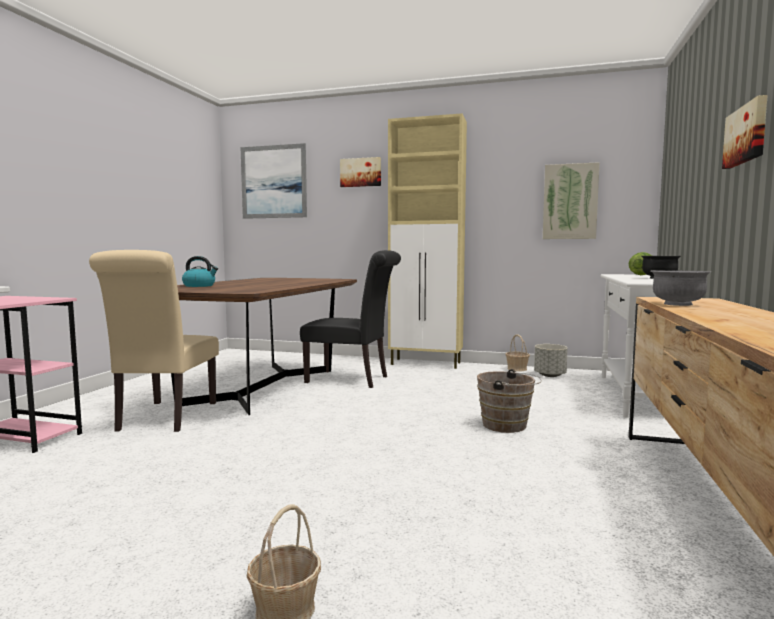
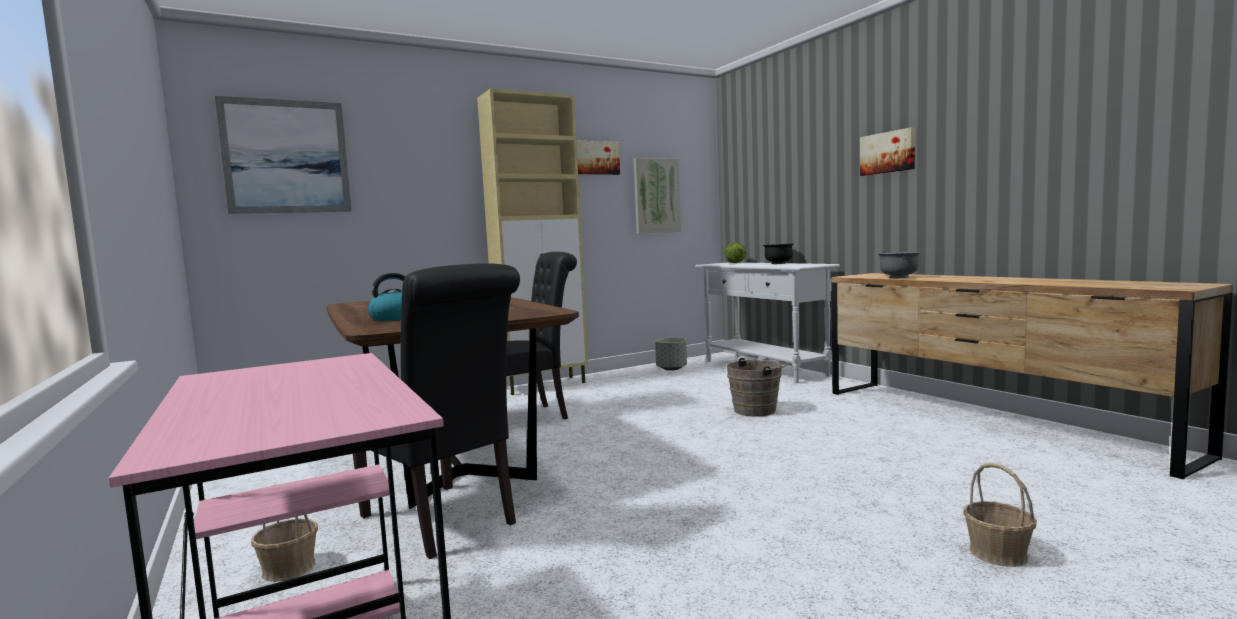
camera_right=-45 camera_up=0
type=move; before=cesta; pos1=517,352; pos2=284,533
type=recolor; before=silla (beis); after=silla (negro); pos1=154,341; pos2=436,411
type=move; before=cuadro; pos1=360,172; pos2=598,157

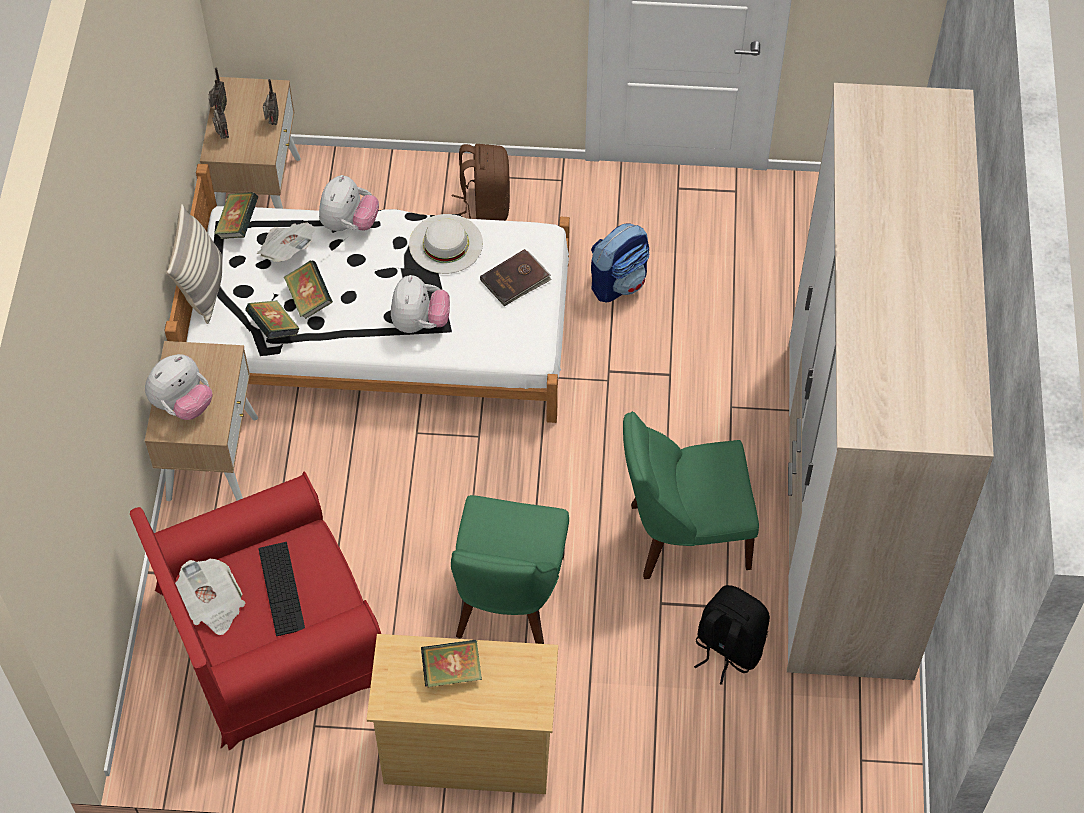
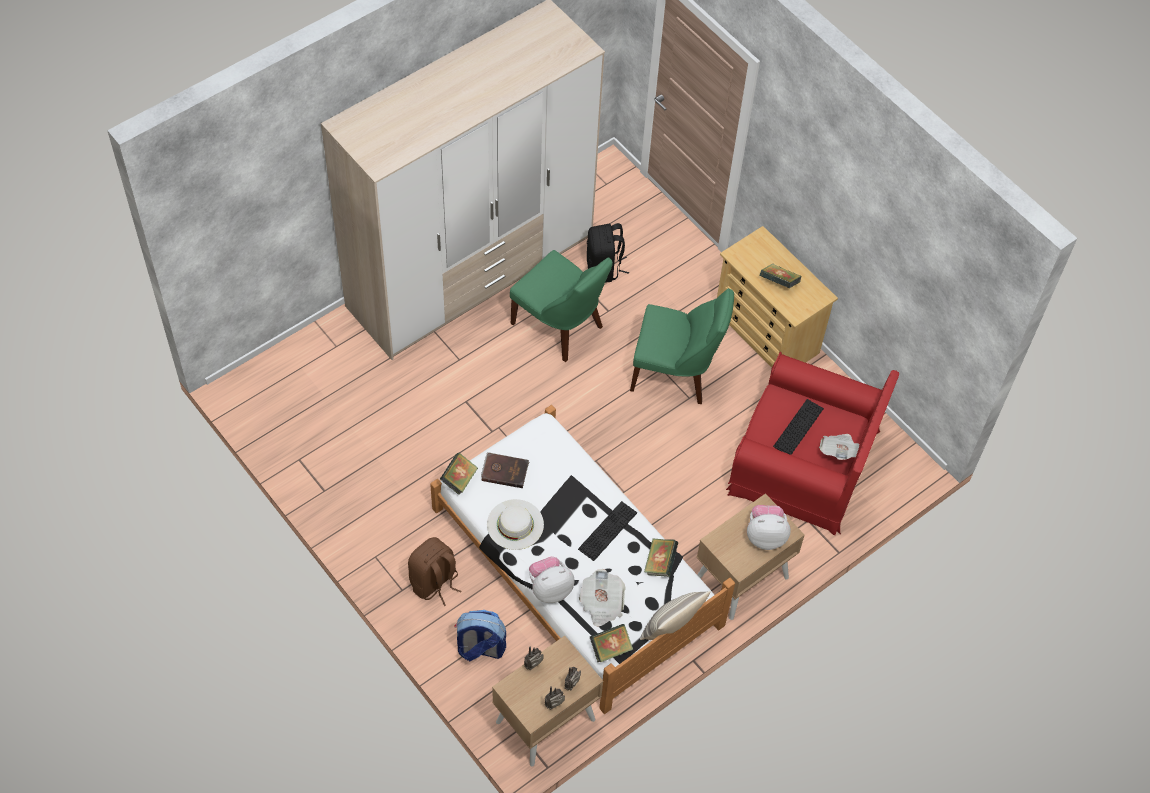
camera_right=-135 camera_up=0
type=move; before=libro; pos1=308,289; pos2=459,474
type=move; before=mochila; pos1=620,262; pos2=480,635
type=insert; after=teclado; pos2=607,531
type=rotate; before=silla (verde); pos1=510,569; pos2=682,346; turn=45
type=delete; before=peluche; pos1=420,304

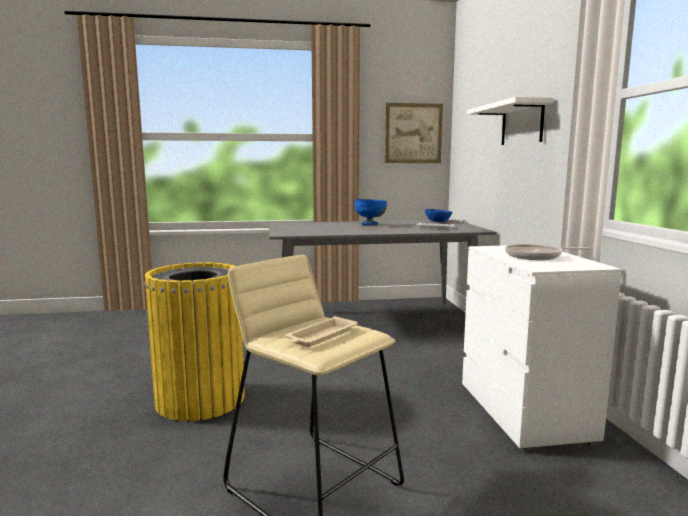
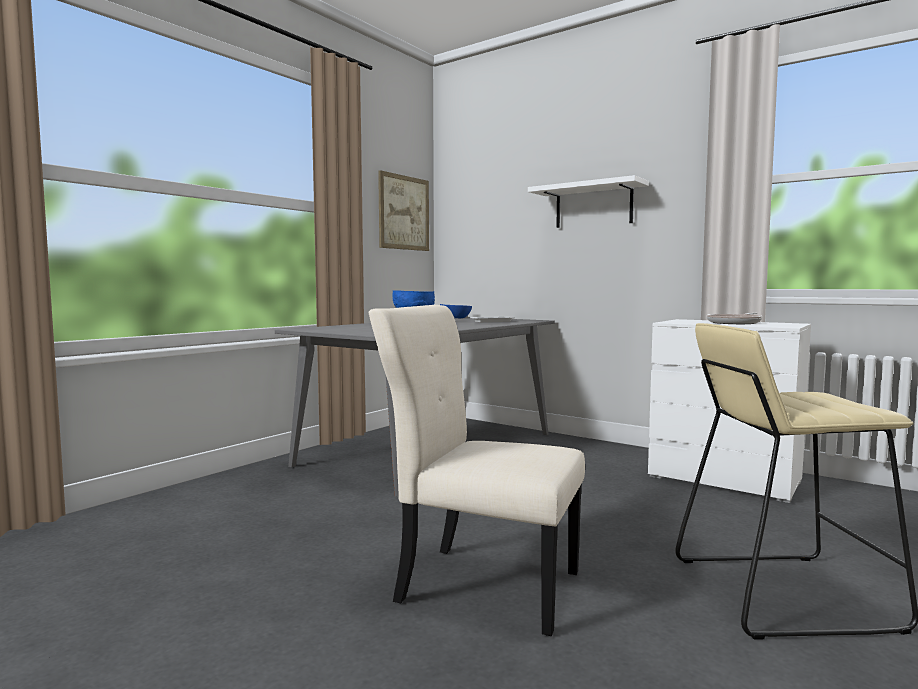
camera_right=-45 camera_up=-5
type=replace; before=papelera (amarillo); after=silla (beis); pos1=194,341; pos2=476,470
type=delete; before=bandeja (beis); pos1=321,331

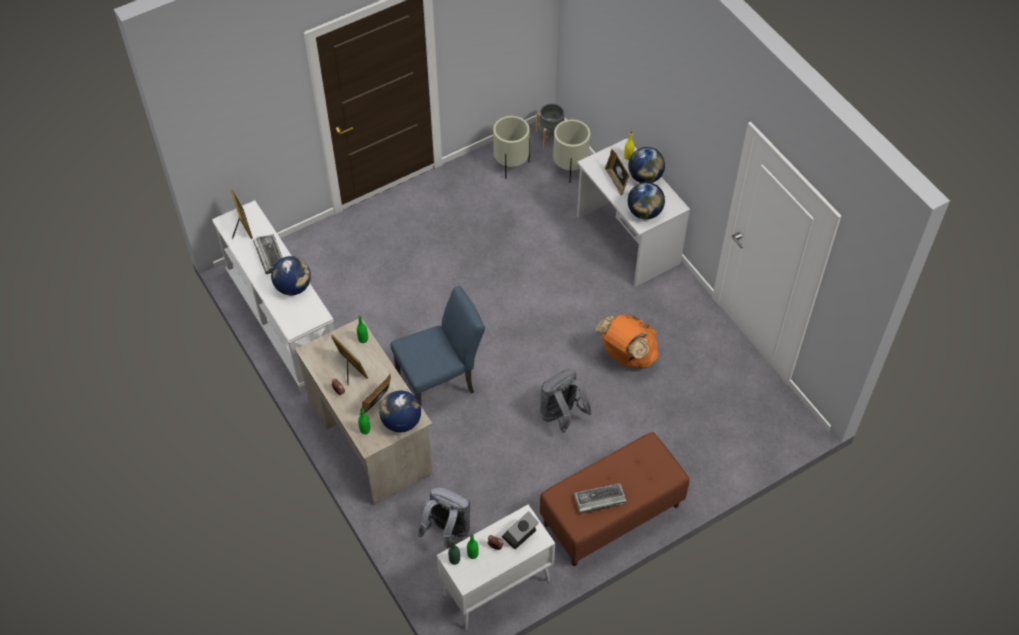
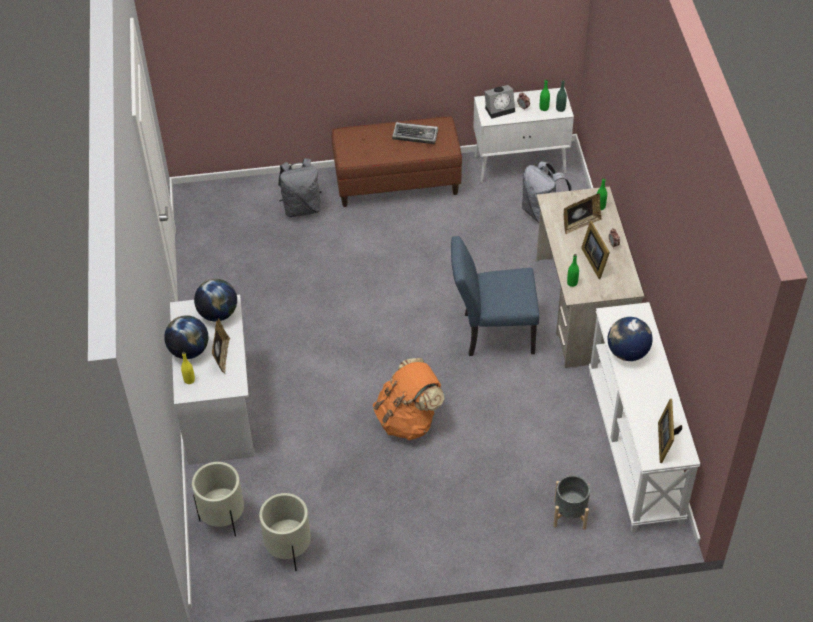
camera_right=-155 camera_up=-5
type=move; before=mochila (gris); pos1=566,401; pos2=300,188
type=move; before=mochila (naranja); pos1=627,341; pos2=409,399
type=move; before=maceta (gris); pos1=550,125; pos2=571,502
type=delete; before=teclado; pos1=268,254
type=delete; before=globo terráqueo; pos1=400,411

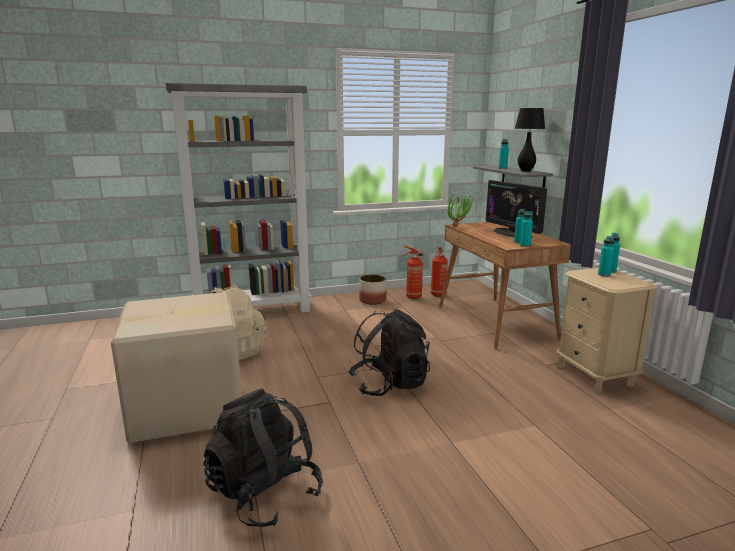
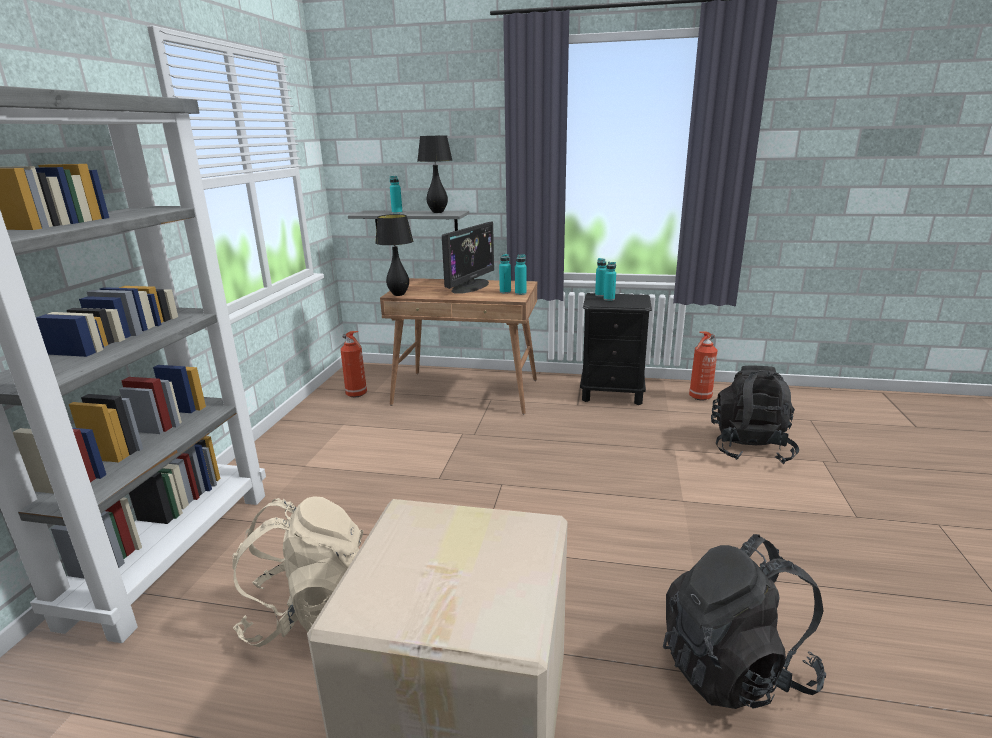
camera_right=-60 camera_up=5
type=replace; before=planta en maceta; after=lámpara de mesa (negro); pos1=461,210; pos2=394,255
type=rotate; before=monitor; pos1=516,209; pos2=468,257; turn=-60
type=recolor; before=mesita de noche (beis); after=mesita de noche (negro); pos1=607,331; pos2=616,349
type=move; before=extintor; pos1=412,272; pos2=703,365
type=move; before=mochila (negro); pos1=389,352; pos2=755,414
type=delete; before=maceta; pos1=372,290

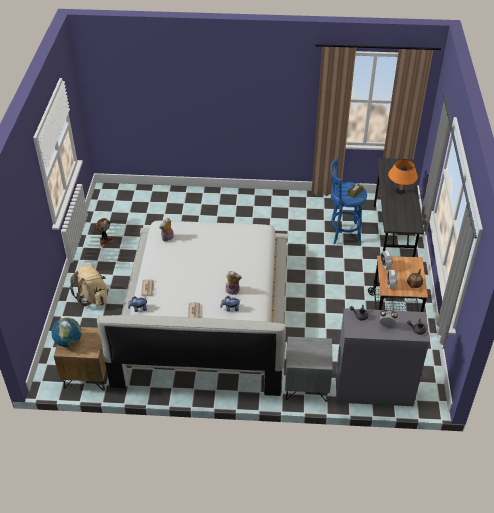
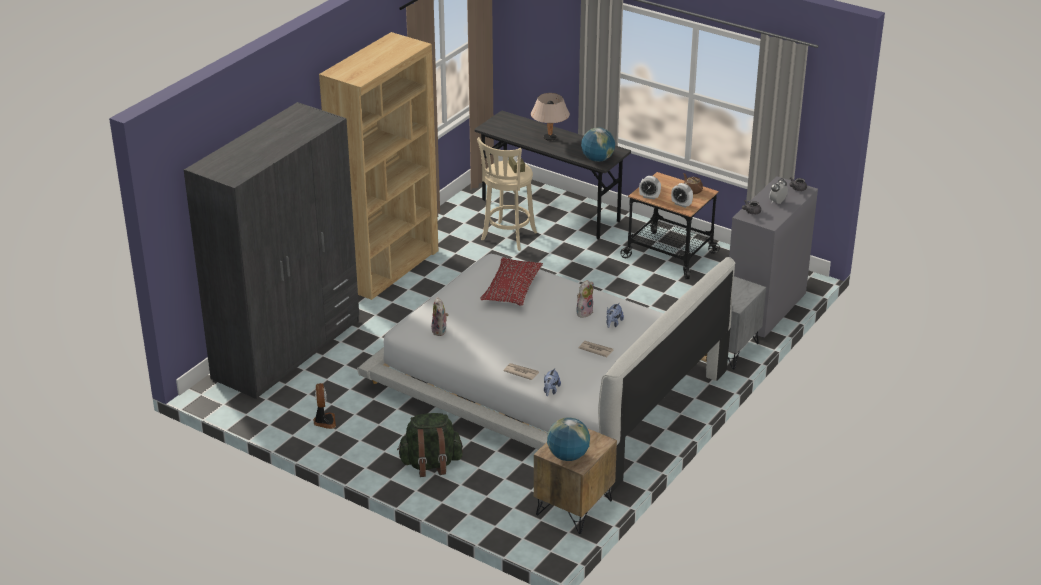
camera_right=-60 camera_up=-10
type=insert; after=armario ropero (gris); pos2=271,250
type=insert; after=estantería (marrón); pos2=378,166
type=recolor; before=mochila (beis); after=mochila (verde); pos1=89,285; pos2=430,445
type=recolor; before=taburete (azul); after=taburete (beis); pos1=348,201; pos2=507,194
type=insert; after=cojín (rojo); pos2=511,281
type=recolor; before=lámpara de mesa (naranja); after=lámpara de mesa (beis); pos1=403,176; pos2=550,117
type=insert; after=globo terráqueo; pos2=598,145

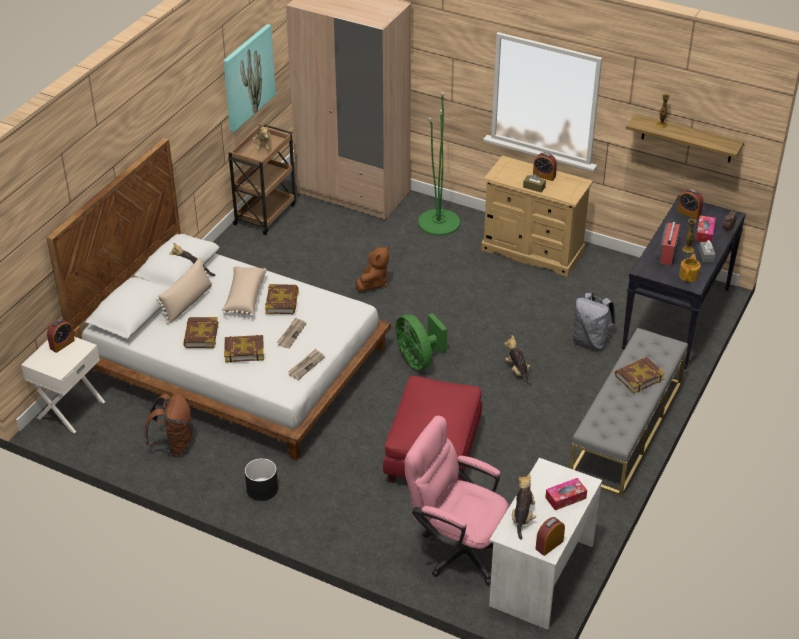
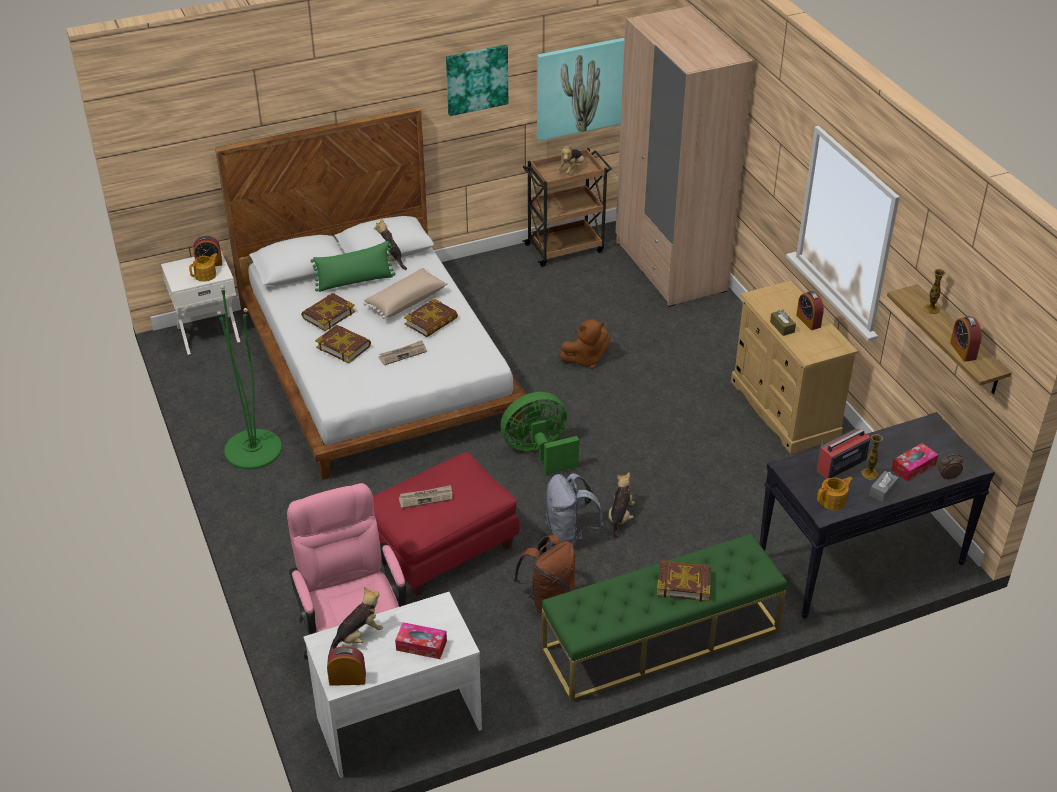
camera_right=40 camera_up=0
type=insert; after=tetera; pos2=203,267
type=move; before=lámpara de pie (verde); pos1=439,163; pos2=249,377
type=recolor; before=cojín (beis); after=cojín (verde); pos1=184,290; pos2=353,266
type=move; before=periódico; pos1=306,364; pos2=425,496
type=insert; after=cuadro; pos2=477,80
type=rotate; before=ventilador (verde); pos1=421,341; pos2=540,433; turn=60
type=move; before=mochila (marrón); pos1=169,425; pos2=544,574
type=recolor; before=banco (gris); after=banco (verde); pos1=628,412; pos2=664,618
type=move; before=mochila (gris); pos1=594,321; pos2=574,510
type=move; before=despertador; pos1=690,204; pos2=966,339
type=delete; before=maceta (negro); pos1=261,479

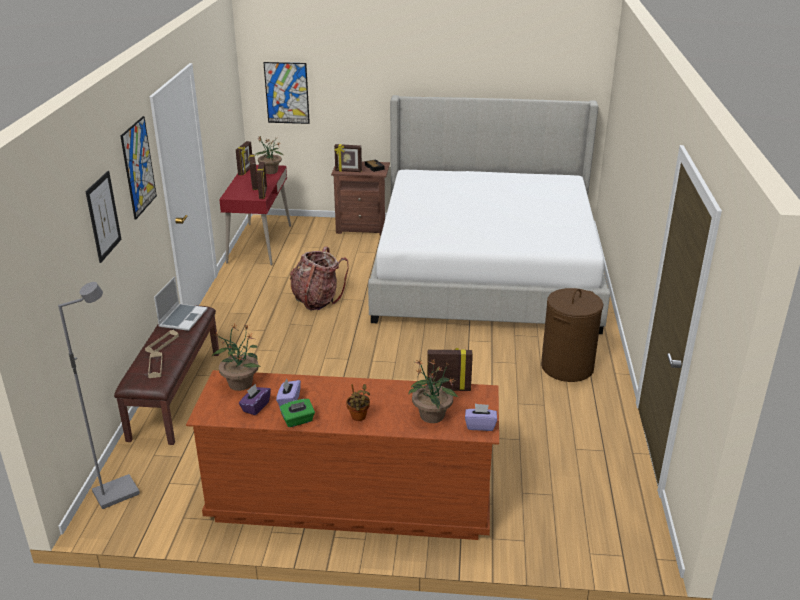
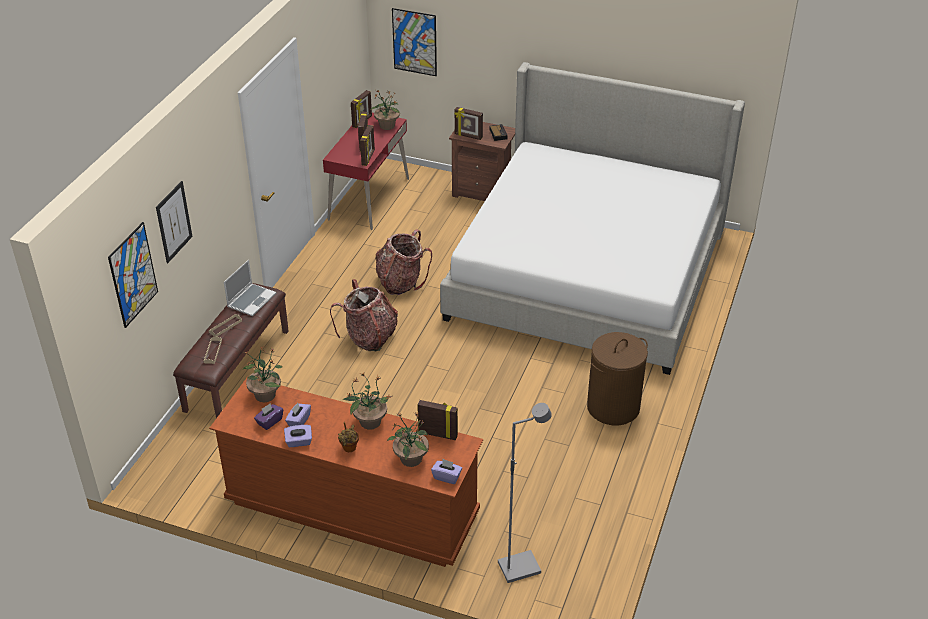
camera_right=15 camera_up=10
type=move; before=cuadro; pos1=138,168; pos2=133,275
type=recolor; before=caja de pañuelos (verde); after=caja de pañuelos (morado); pos1=297,413; pos2=298,436
type=insert; after=mochila; pos2=364,315
type=insert; after=planta en maceta; pos2=367,401
type=move; before=lámpara de pie (gris); pos1=99,395; pos2=525,493

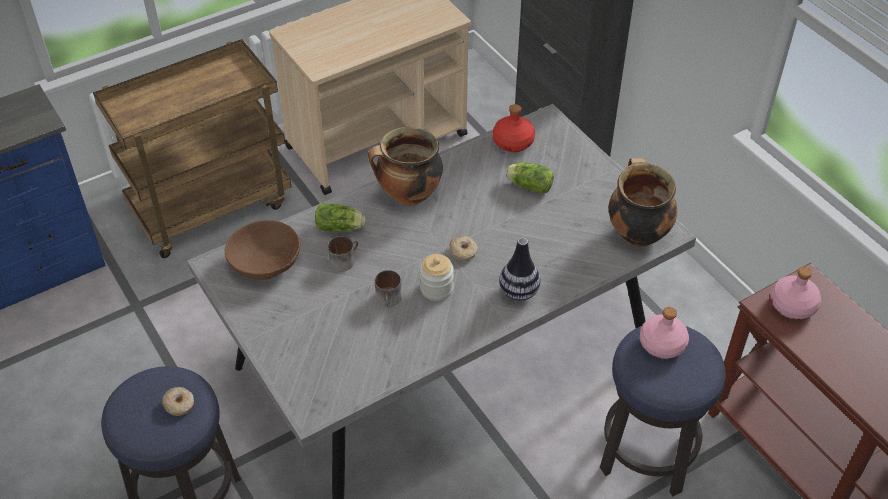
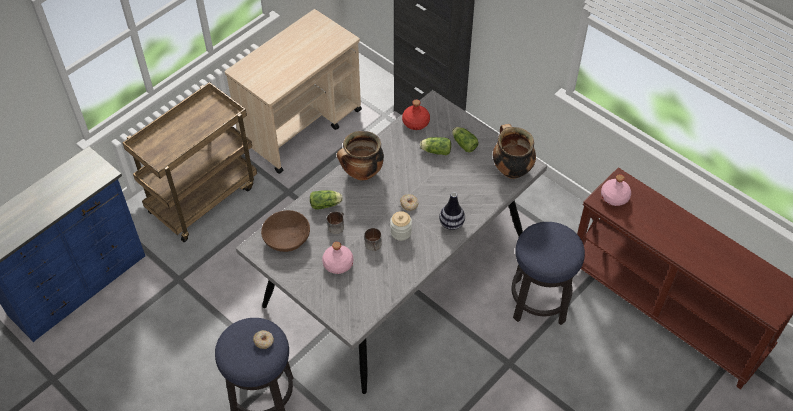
camera_right=-15 camera_up=5
type=move; before=botella (rosa); pos1=664,333; pos2=337,258
type=insert; after=lechuga; pos2=465,139

